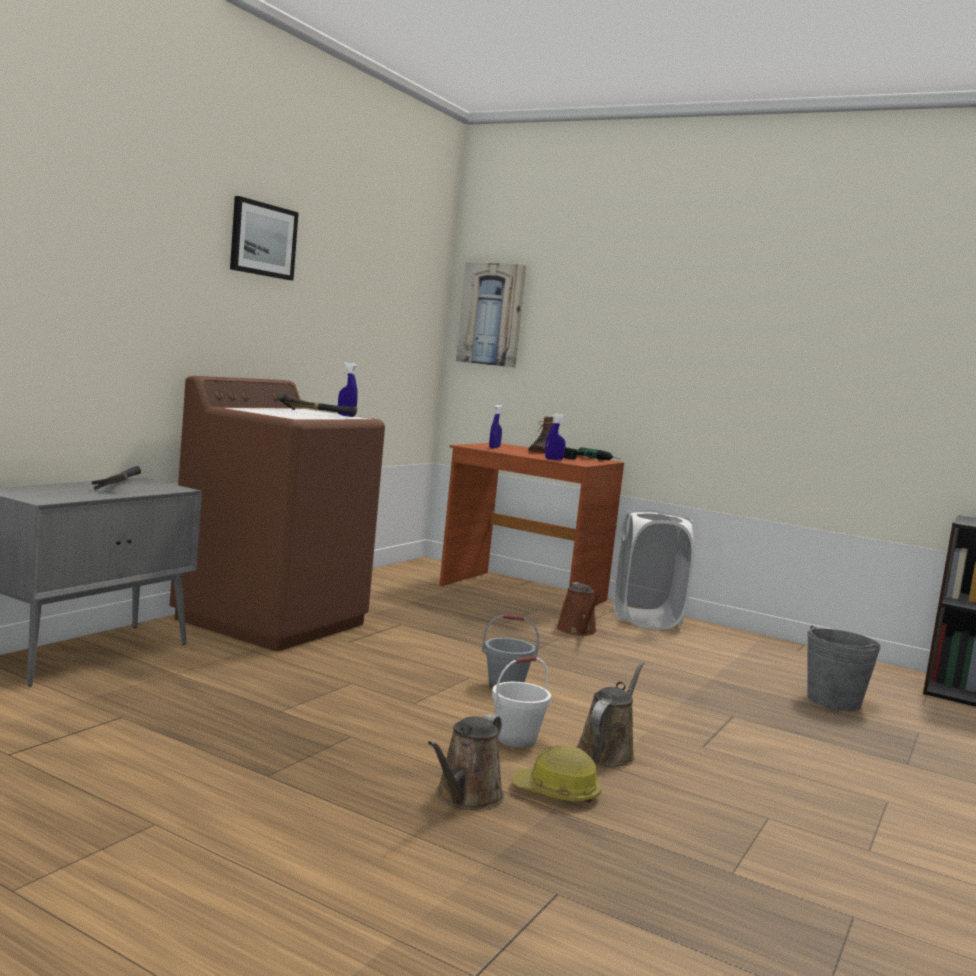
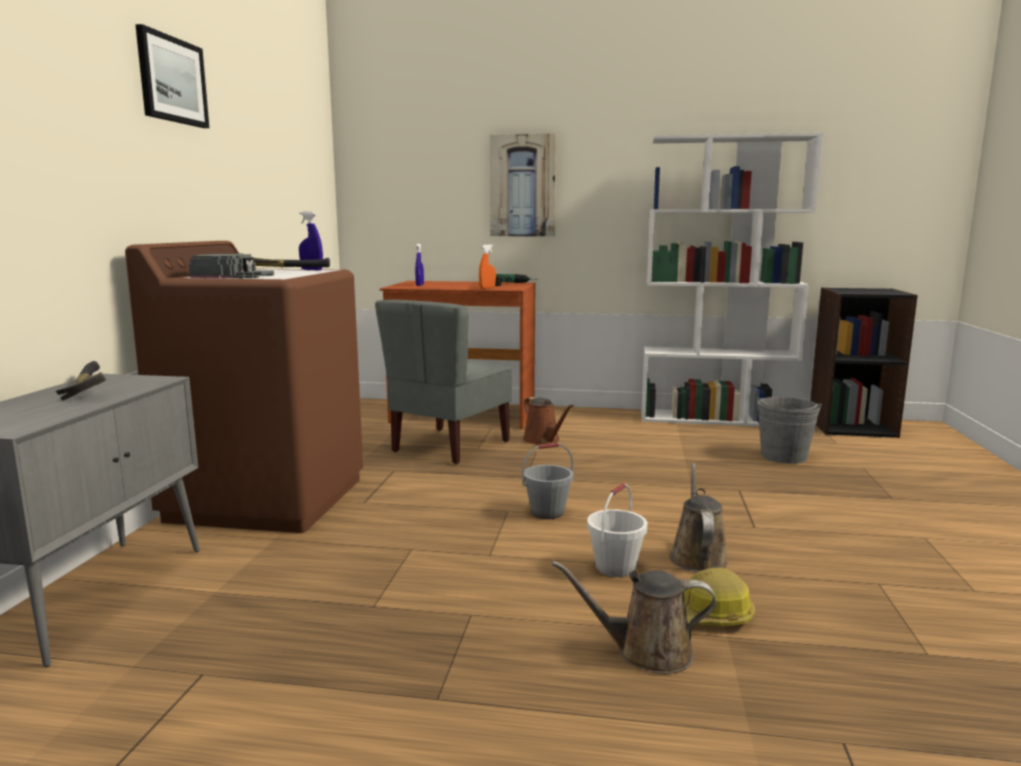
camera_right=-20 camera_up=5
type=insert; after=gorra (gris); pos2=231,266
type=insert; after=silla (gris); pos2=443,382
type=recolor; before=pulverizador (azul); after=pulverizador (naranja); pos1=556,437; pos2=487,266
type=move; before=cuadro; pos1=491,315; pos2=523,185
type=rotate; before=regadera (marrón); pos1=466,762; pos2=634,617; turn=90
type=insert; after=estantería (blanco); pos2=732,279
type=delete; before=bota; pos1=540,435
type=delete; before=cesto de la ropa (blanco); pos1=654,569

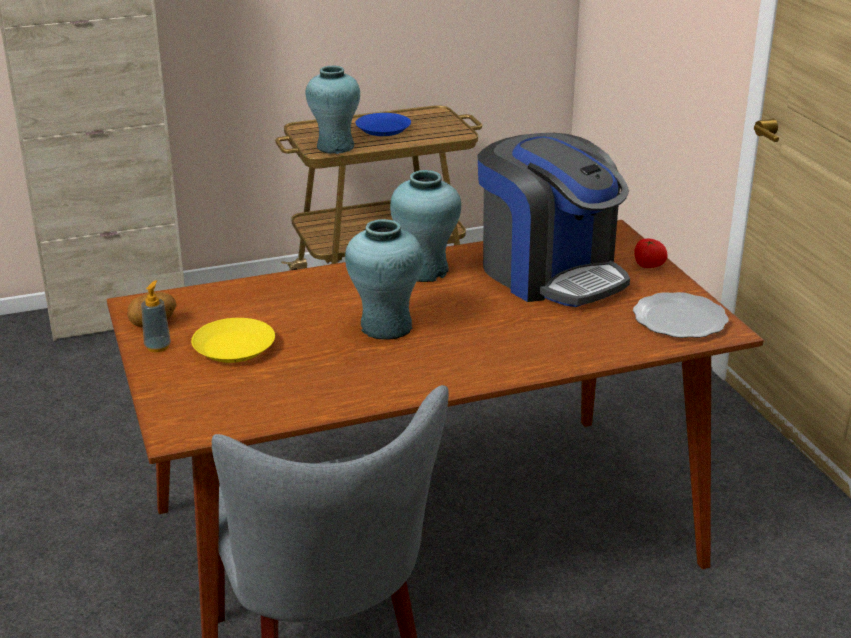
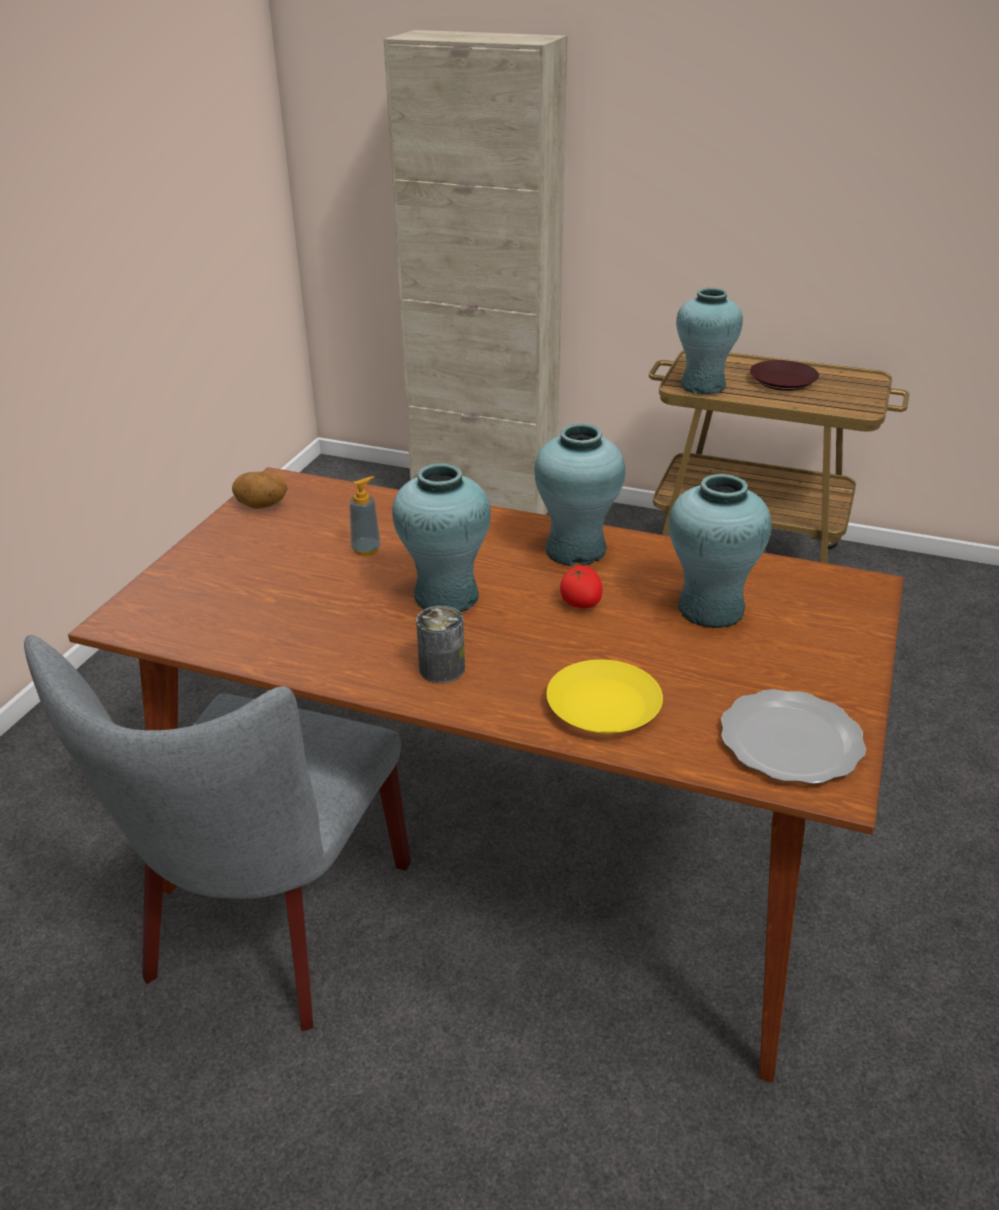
camera_right=40 camera_up=5
type=move; before=dispensador de jabón; pos1=156,316; pos2=365,516
type=insert; after=lata; pos2=440,644
type=move; before=plato (amarillo); pos1=233,340; pos2=605,696
type=move; before=tomate; pos1=651,253; pos2=581,587
type=replace; before=cafetera; after=florero (turquesa); pos1=554,220; pos2=720,551
type=recolor; before=plato (azul); after=plato (marrón); pos1=383,124; pos2=784,375

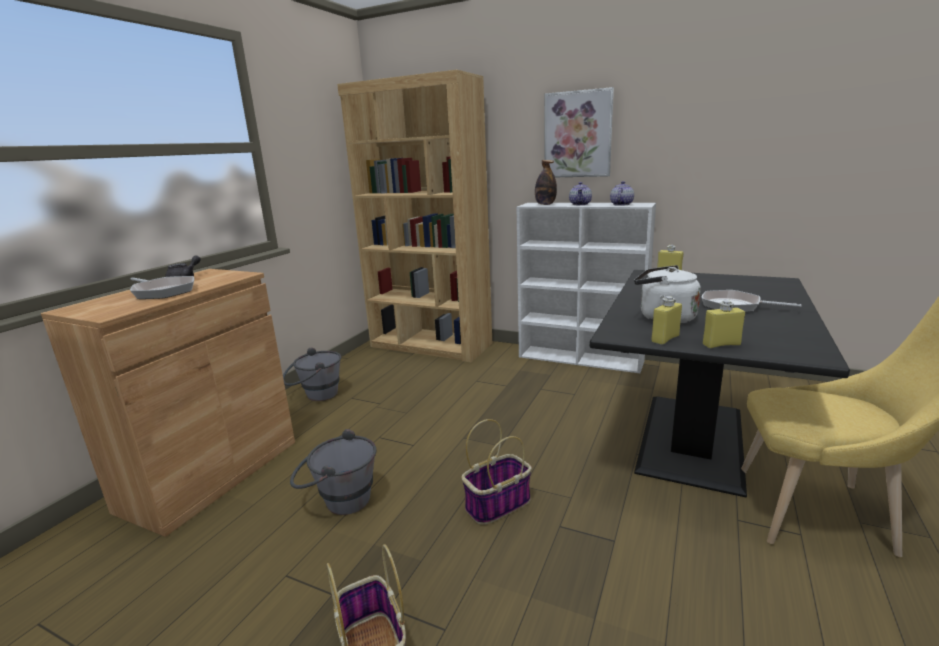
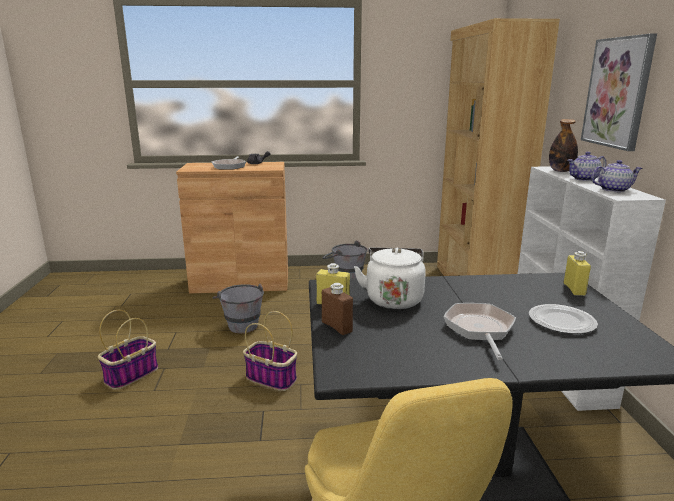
camera_right=60 camera_up=0
type=recolor; before=botella (amarillo); after=botella (marrón); pos1=724,324; pos2=337,309
type=insert; after=plato; pos2=563,319

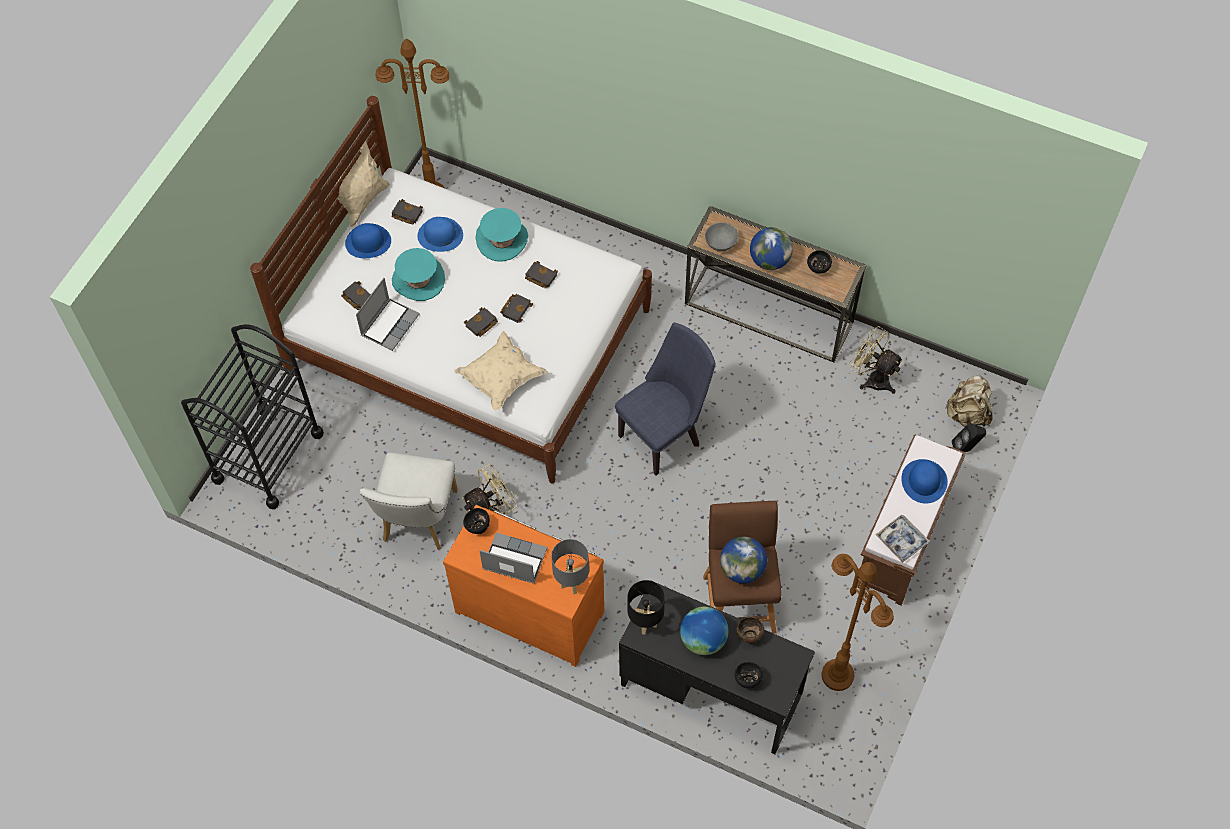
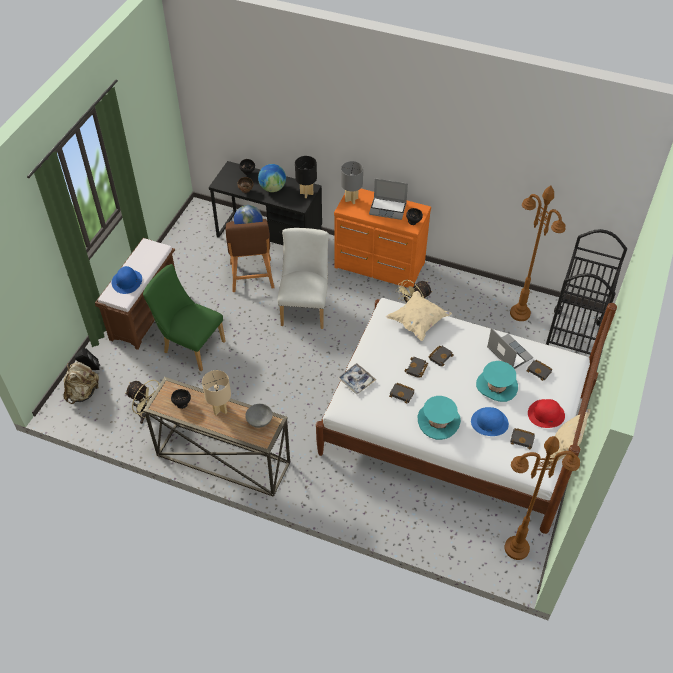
camera_right=175 camera_up=-10
type=insert; after=silla (verde); pos2=184,317
type=replace; before=globo terráqueo; after=lámpara de mesa (beis); pos1=771,248; pos2=216,392
type=move; before=silla (blanco); pos1=409,501; pos2=303,278
type=move; before=bandeja; pos1=902,539; pos2=357,378
type=rotate; before=portátil; pos1=387,314; pos2=510,348; turn=120
type=move; before=lámpara de pie (marrón); pos1=858,622; pos2=538,253
type=recolor; before=sombrero (azul); after=sombrero (rojo); pos1=368,240; pos2=546,413
type=delete; before=silla (azul); pos1=665,398

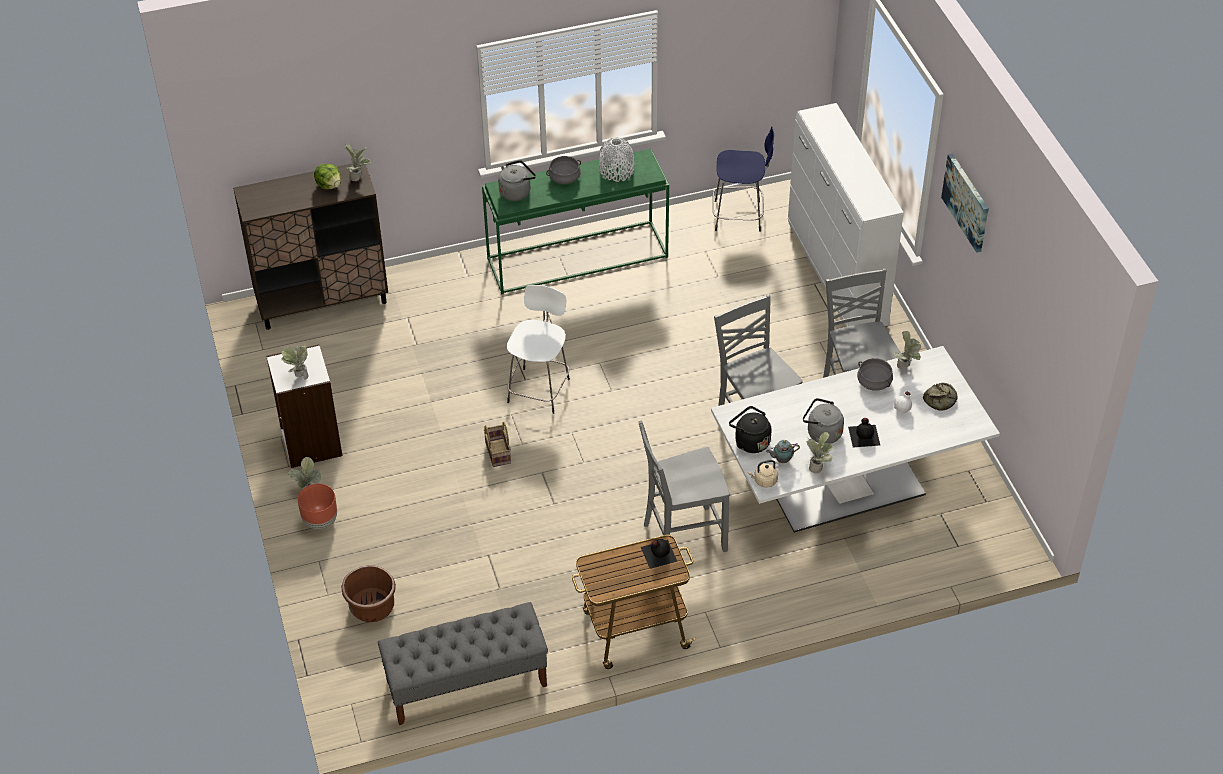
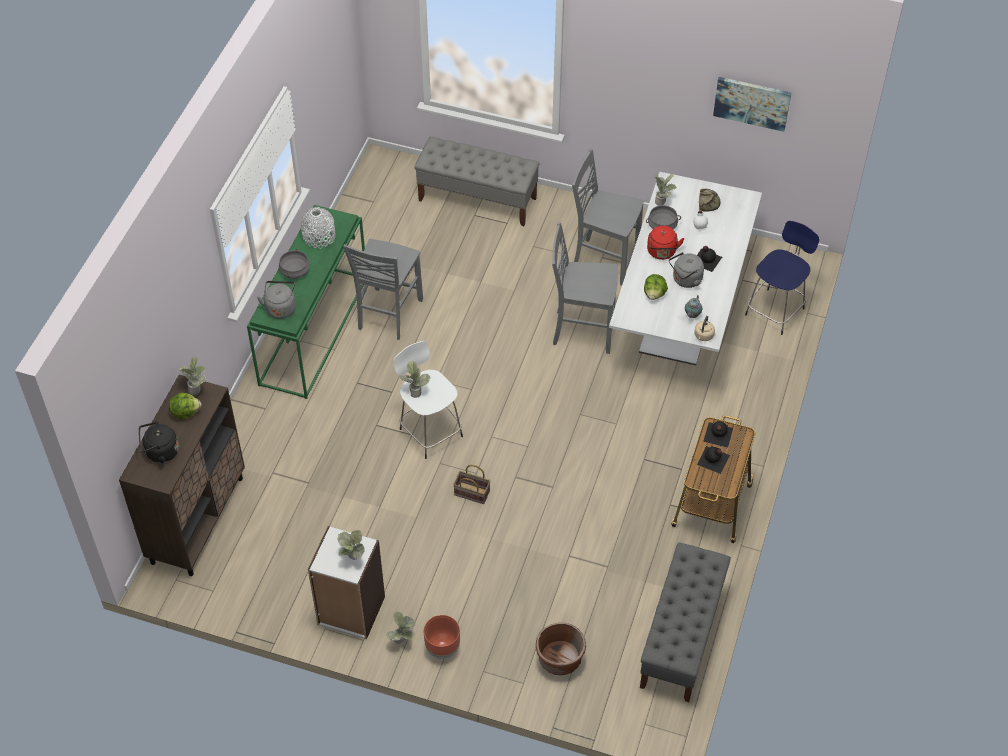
camera_right=-55 camera_up=5
type=move; before=hervidor (negro); pos1=750,429; pos2=159,442
type=move; before=silla (gris); pos1=683,486; pos2=383,289
type=move; before=planta en maceta; pos1=820,452; pos2=415,379
type=replace; before=cómoda (blanco); after=banco (gris); pos1=846,215; pos2=477,181
type=insert; after=lechuga; pos2=656,287
type=insert; after=hervidor (rojo); pos2=665,243
type=insert; after=botella (negro); pos2=713,460
type=move; before=cuadro; pos1=965,203; pos2=752,104
type=move; before=taburete (azul); pos1=743,179; pos2=782,278

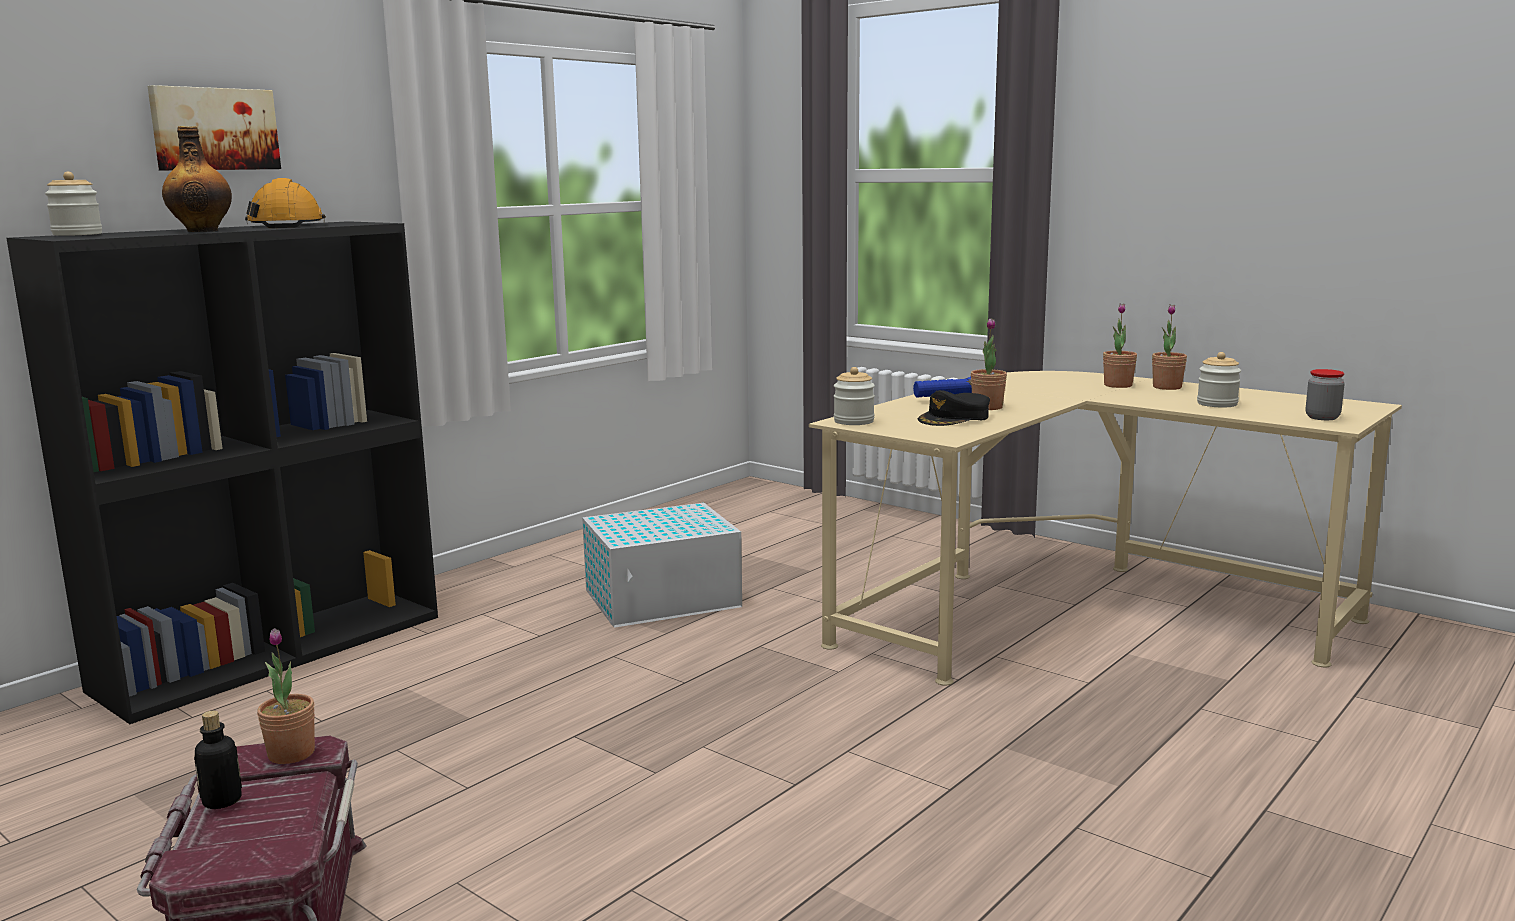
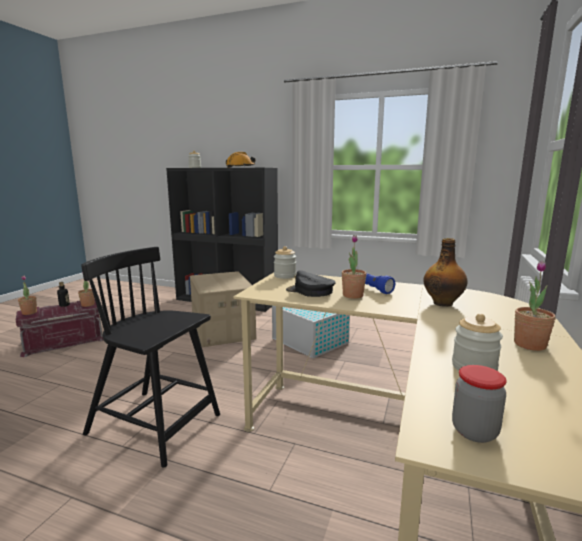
camera_right=70 camera_up=0
type=move; before=planta en maceta; pos1=1120,345; pos2=27,295
type=insert; after=silla (negro); pos2=150,357
type=insert; after=caja de cartón; pos2=223,309
type=move; before=botella; pos1=197,179; pos2=446,272
type=delete; before=cuadro; pos1=214,128

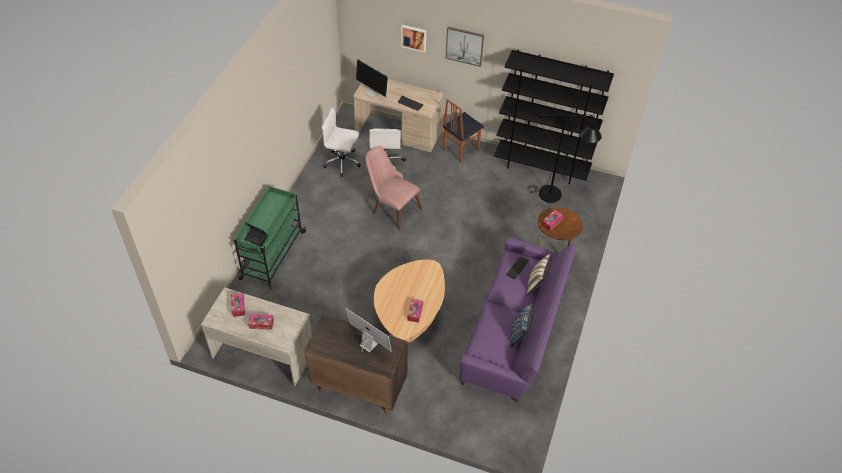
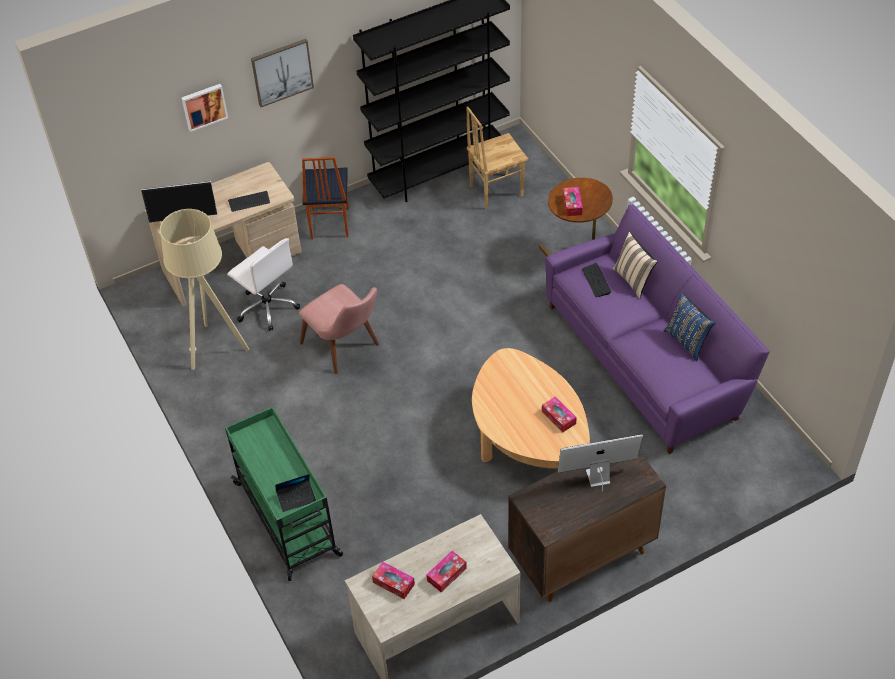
camera_right=-45 camera_up=0
type=replace; before=silla de oficina (blanco); after=lámpara de pie (beis); pos1=341,142; pos2=204,289
type=rotate; before=silla (rosa); pos1=393,188; pos2=339,329; turn=-120
type=replace; before=lámpara de pie (negro); after=silla (marrón); pos1=564,158; pos2=497,157

